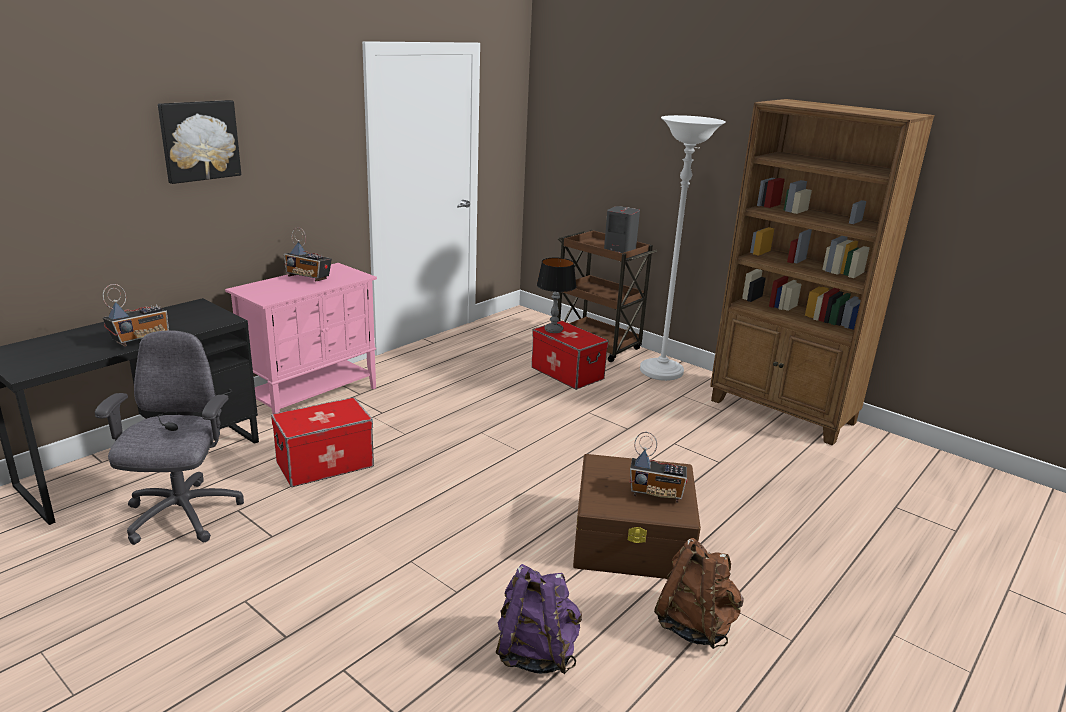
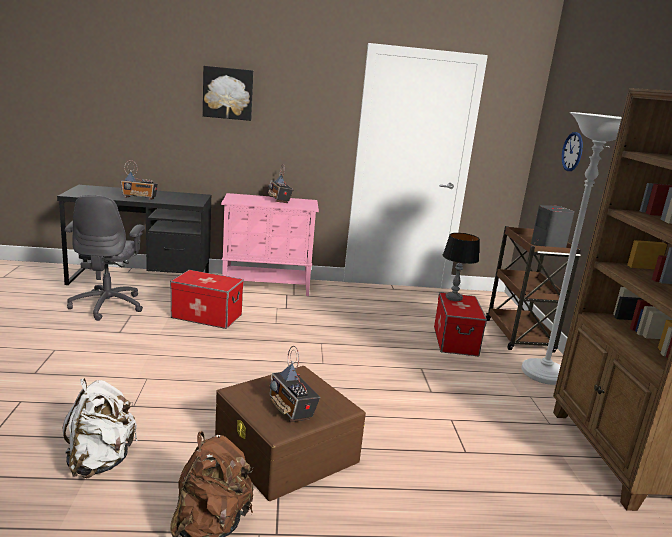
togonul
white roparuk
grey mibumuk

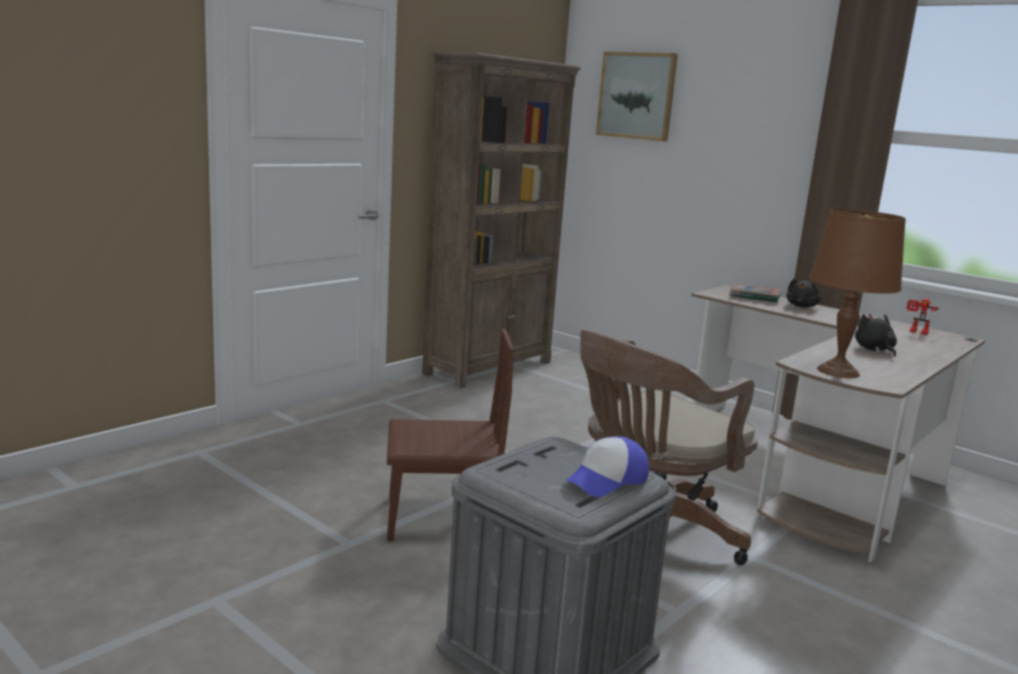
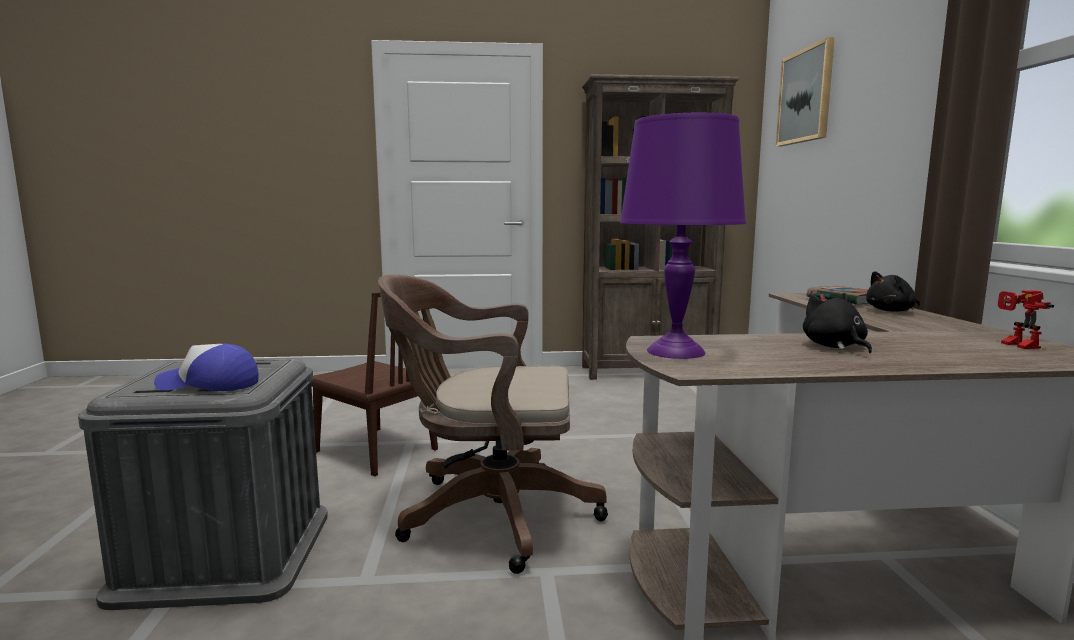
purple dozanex
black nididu (no. 1 from left)

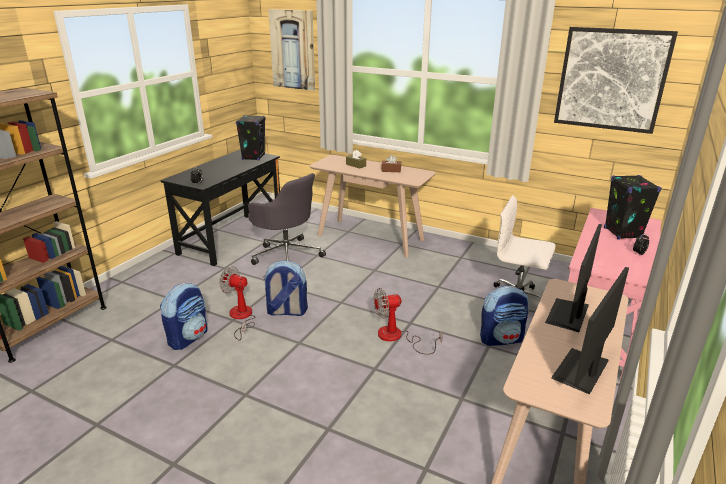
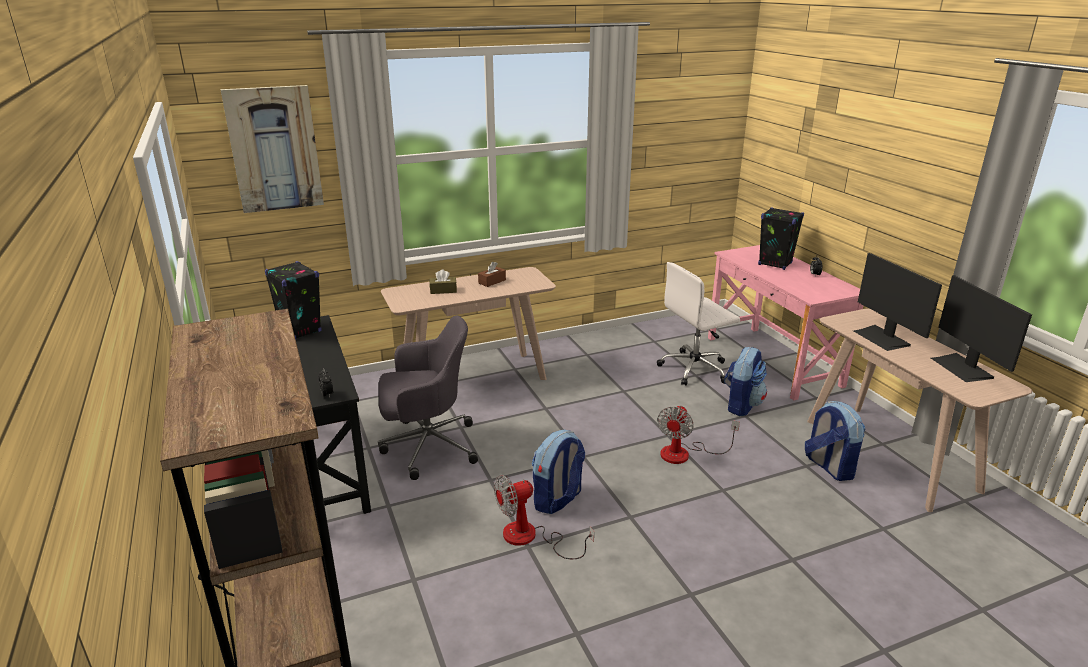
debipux (no. 2 from left in the first image)
roparuk (no. 3 from left)

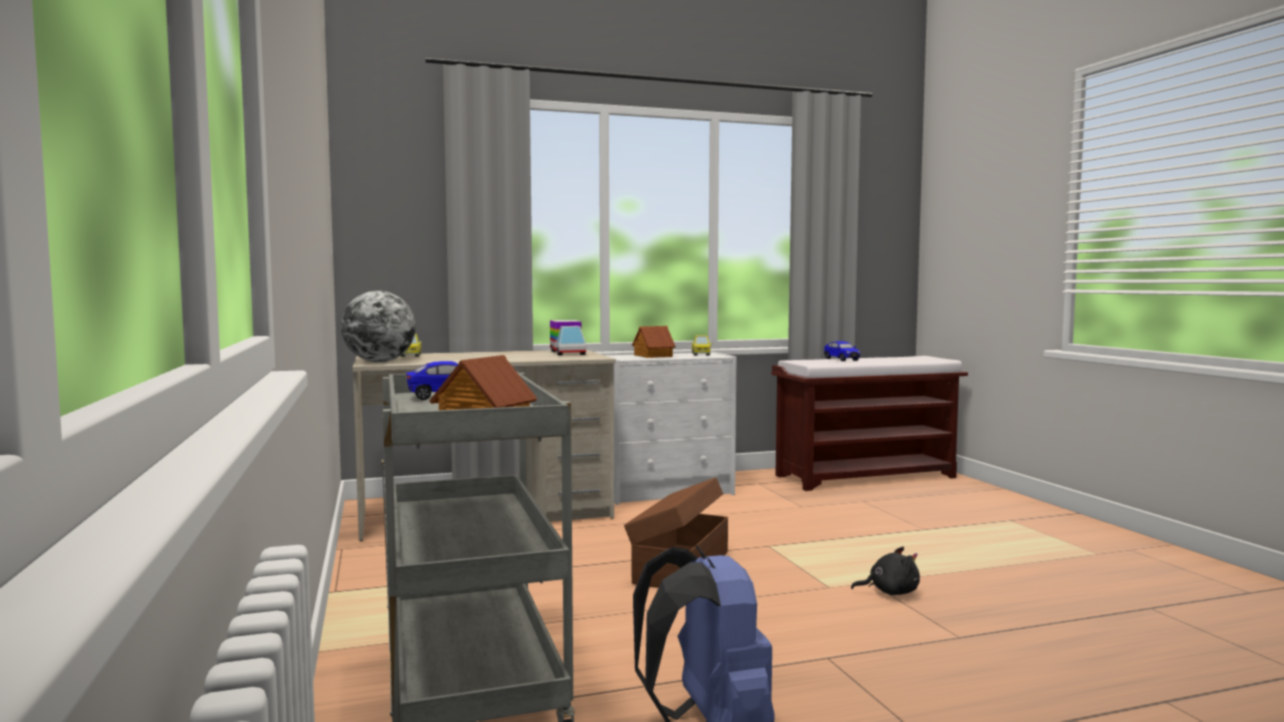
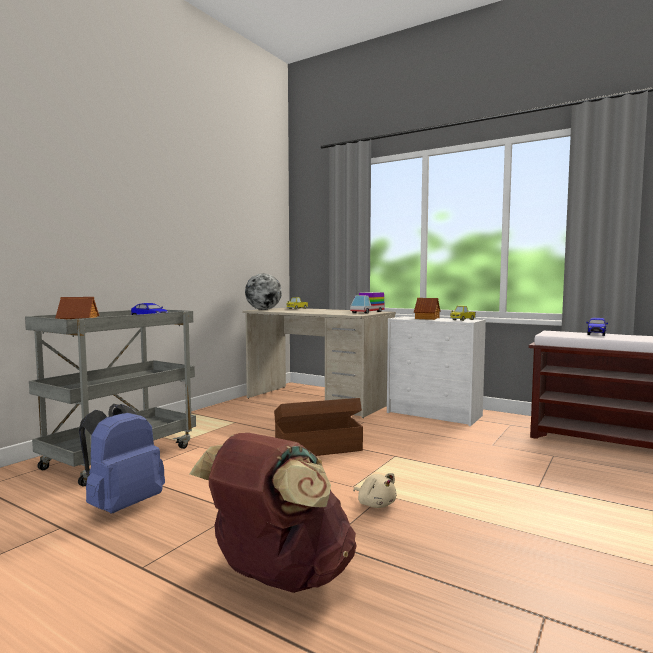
brown roparuk
beige nididu

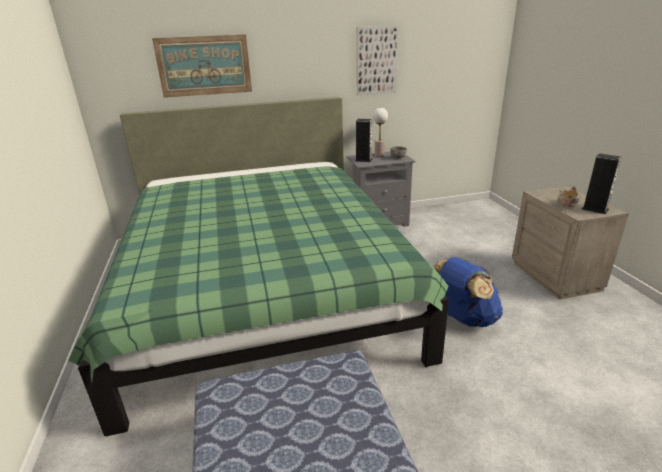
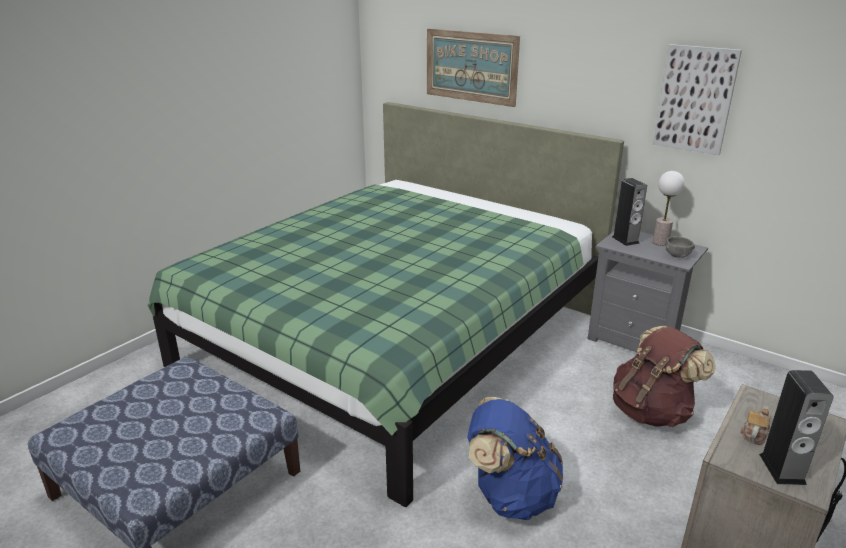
brown roparuk

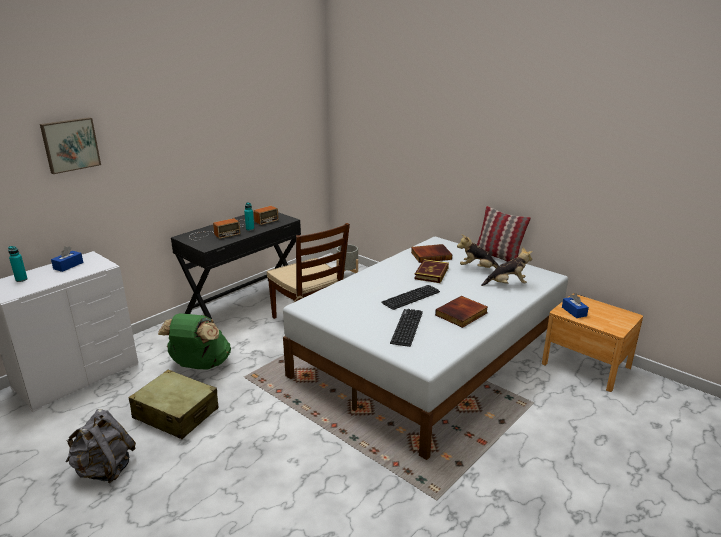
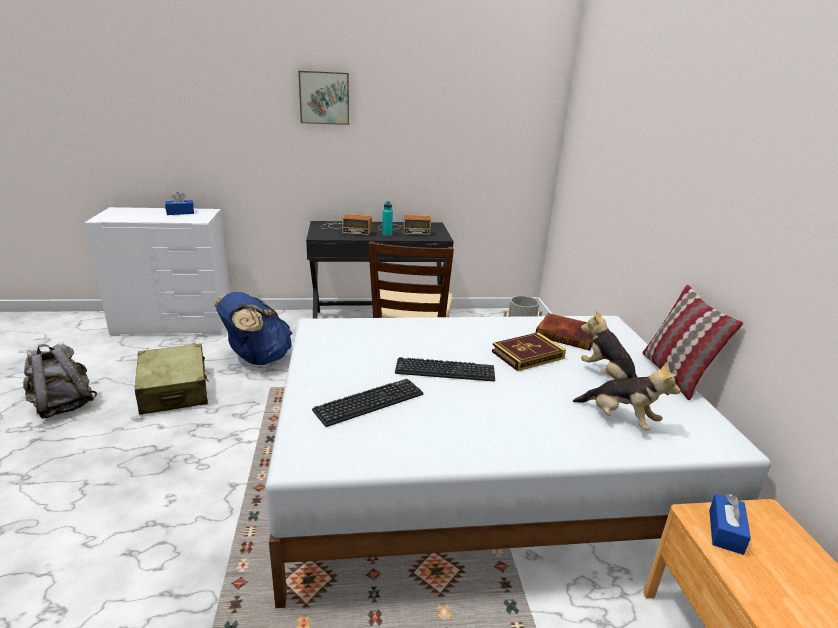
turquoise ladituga (no. 1 from left in the first image)
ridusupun (no. 3 from left in the first image)
debipux
blue roparuk

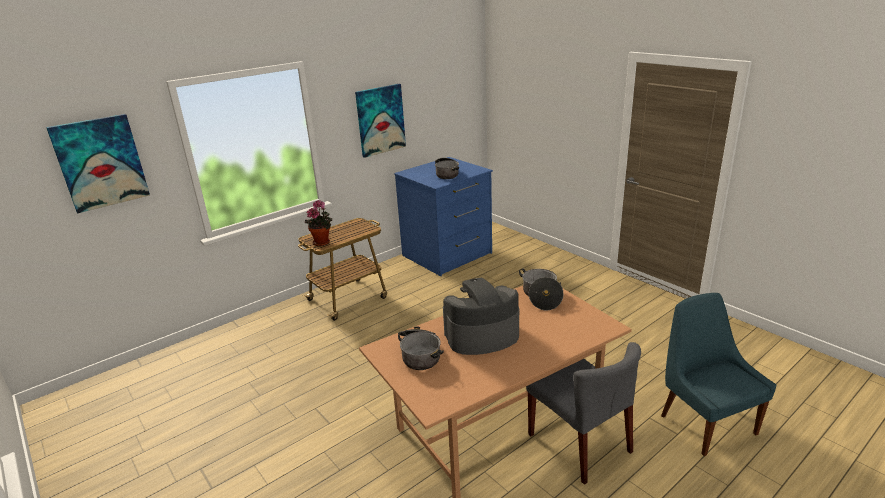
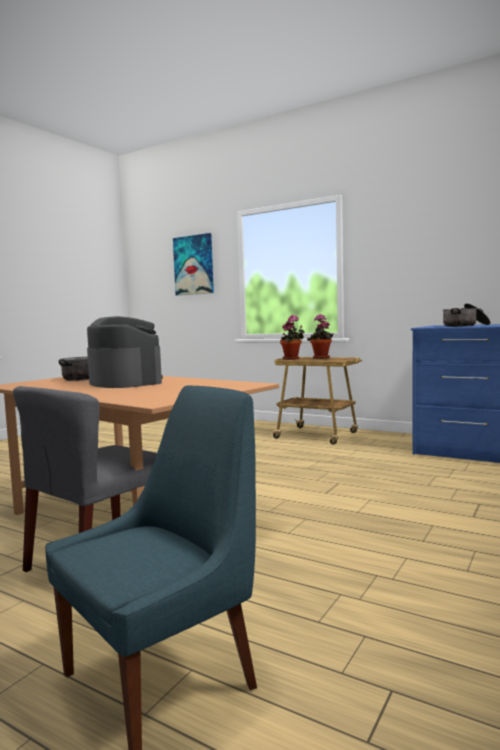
debipux (no. 2 from left in the first image)
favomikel (no. 3 from left in the first image)
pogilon (no. 2 from left)

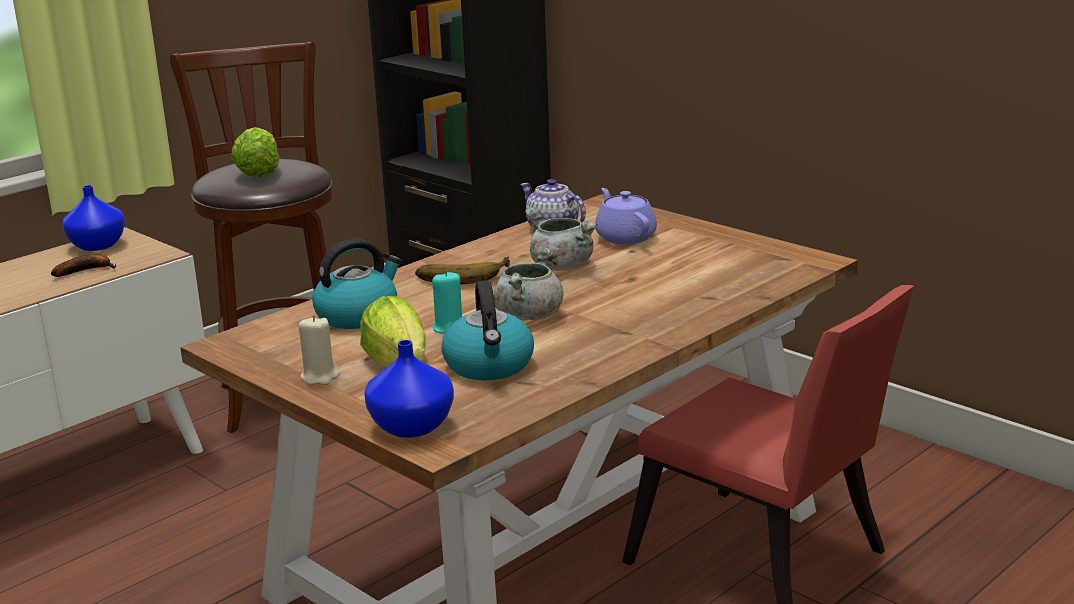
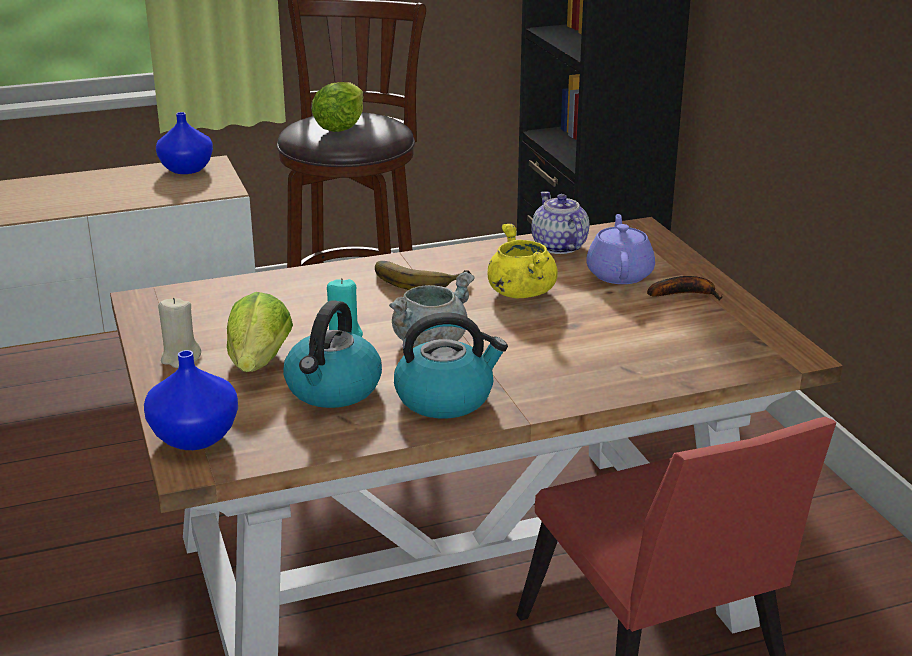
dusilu (no. 2 from left)
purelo (no. 2 from left)
yellow favomikel

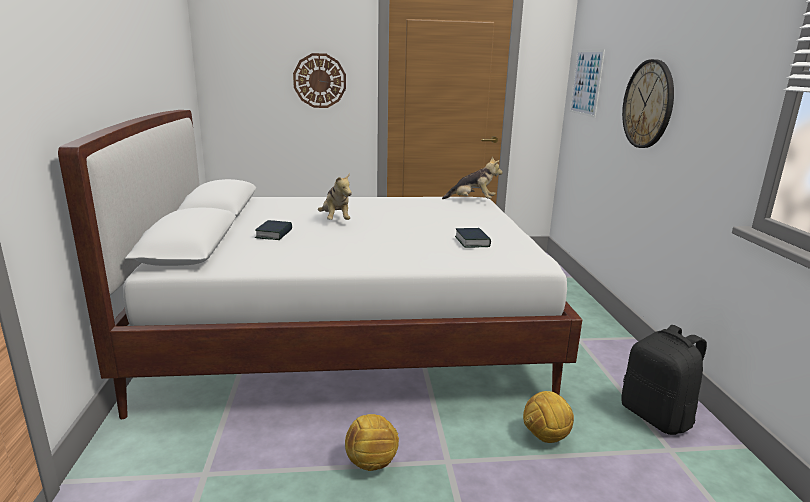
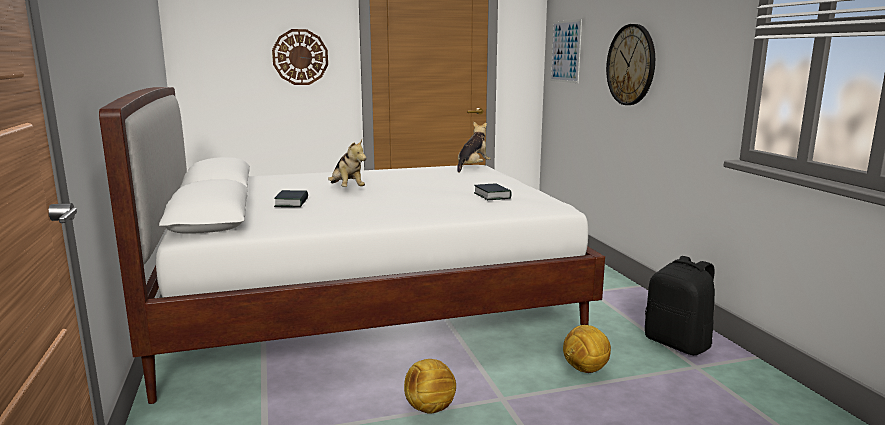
nididu (no. 2 from left)

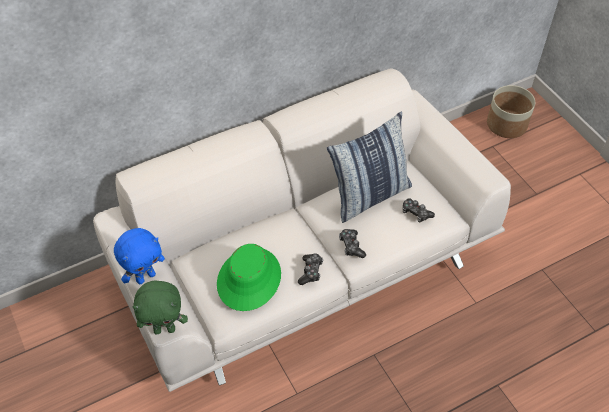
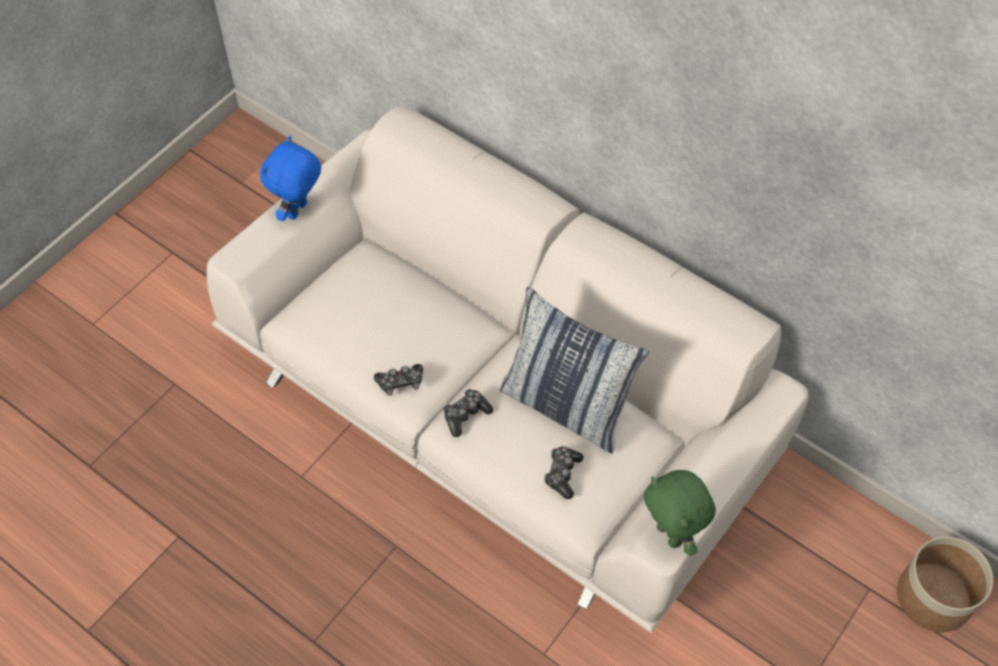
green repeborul
green nididu
blue nididu

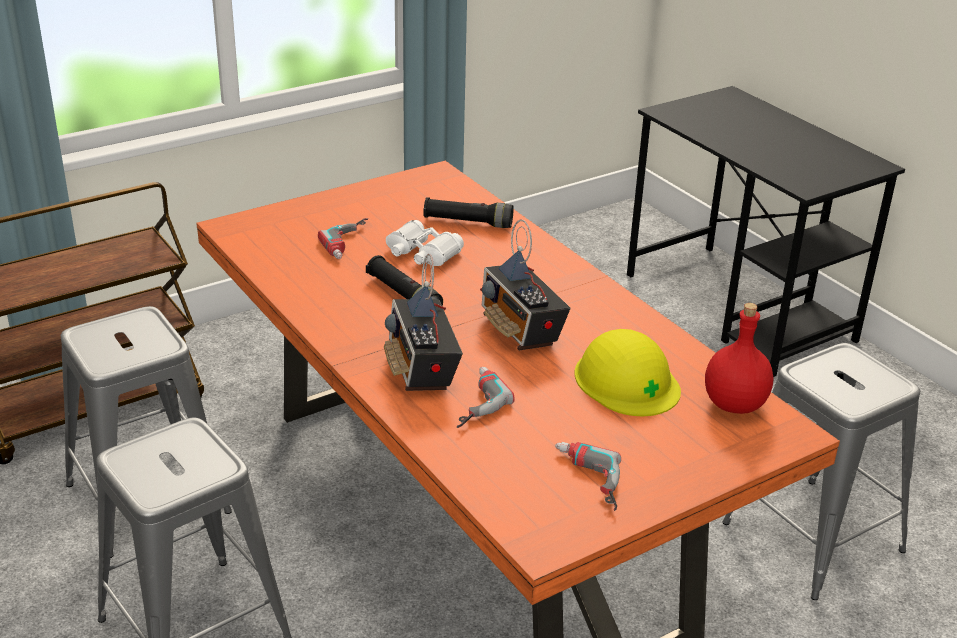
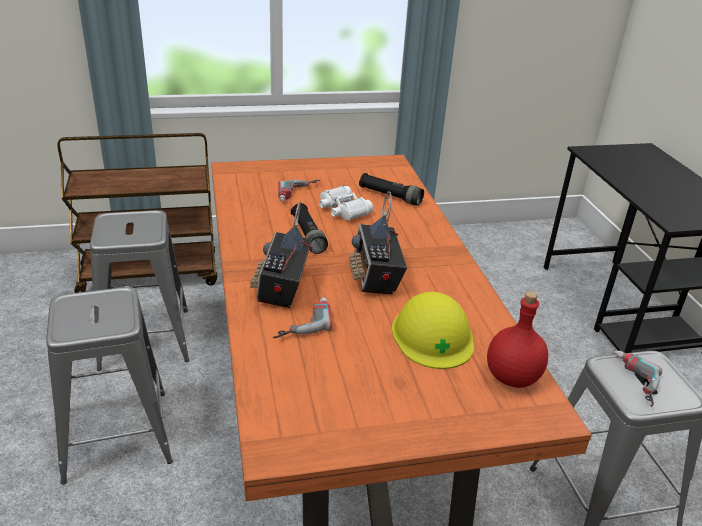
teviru (no. 3 from left)

